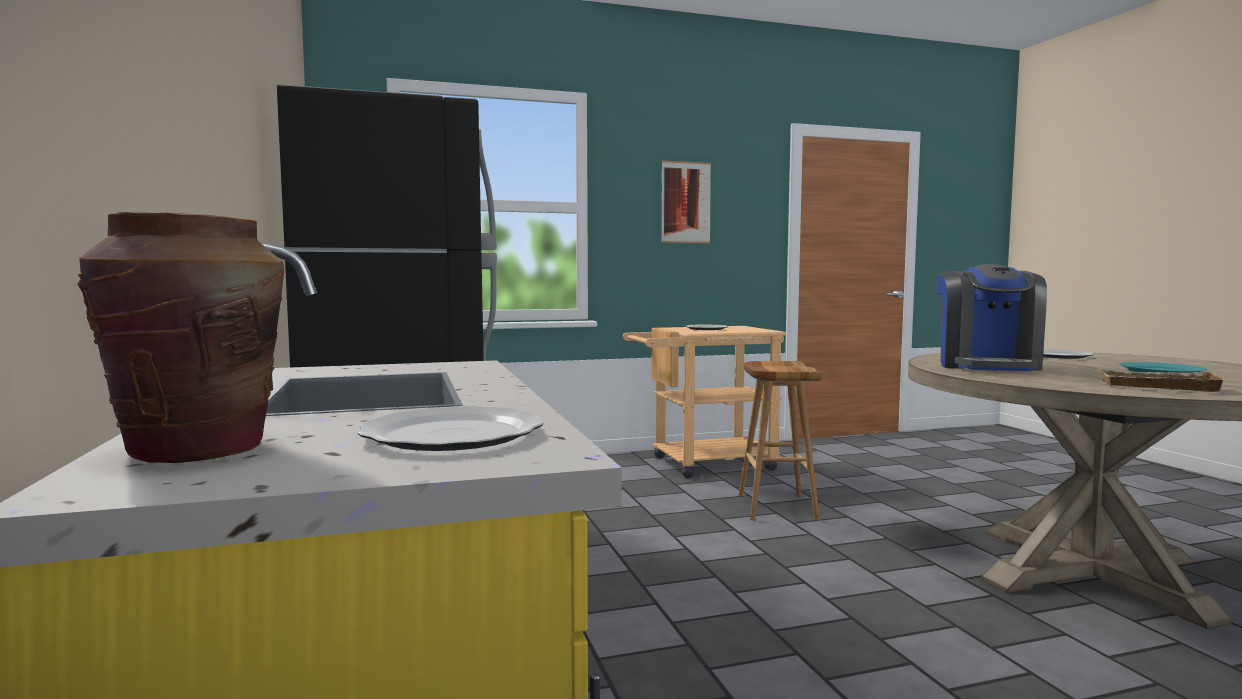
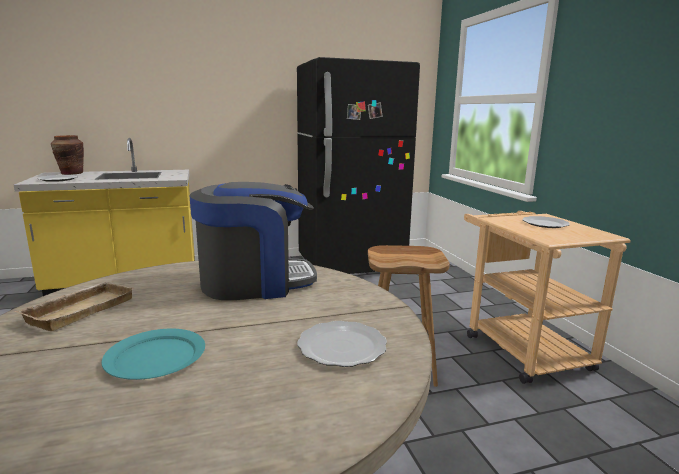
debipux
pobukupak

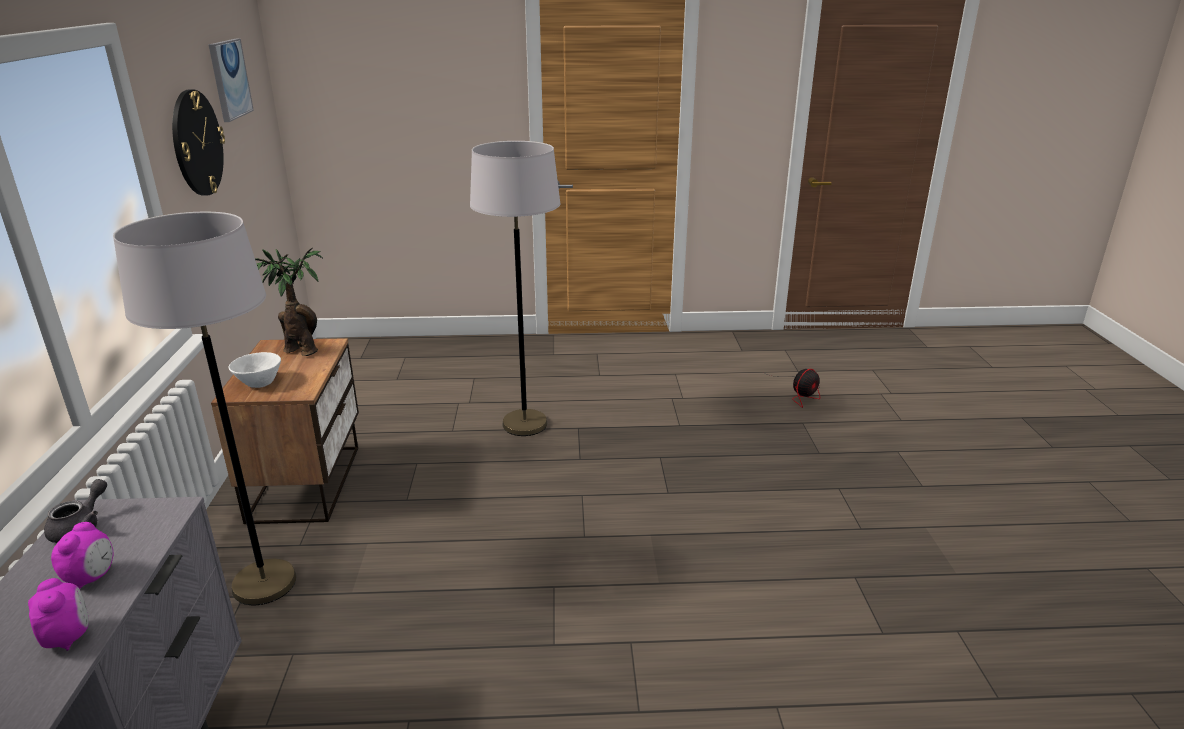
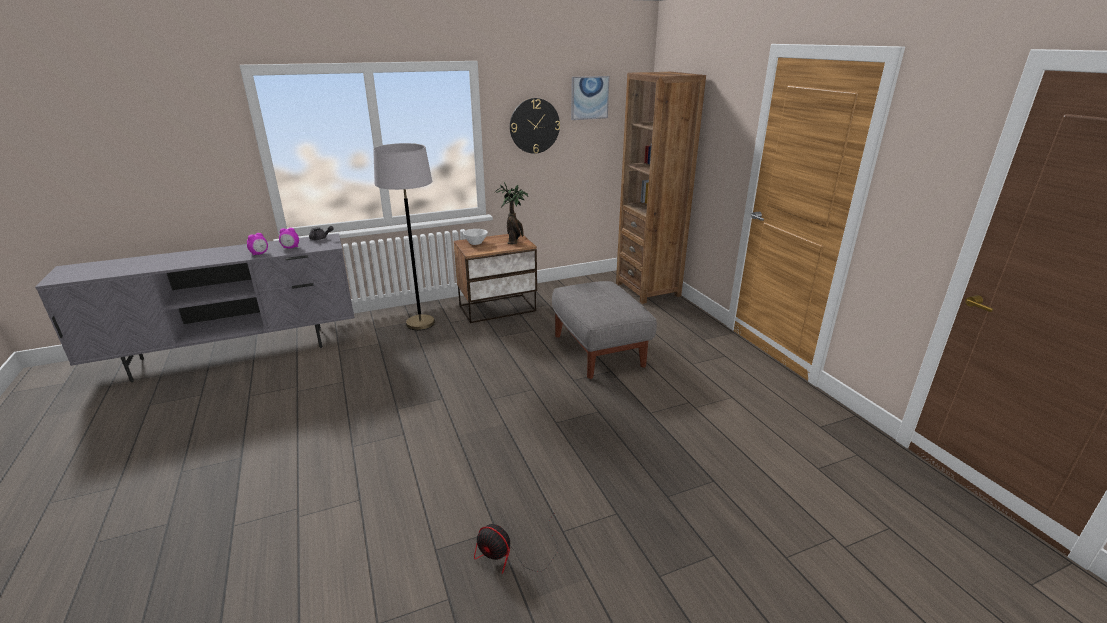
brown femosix
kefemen
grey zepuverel

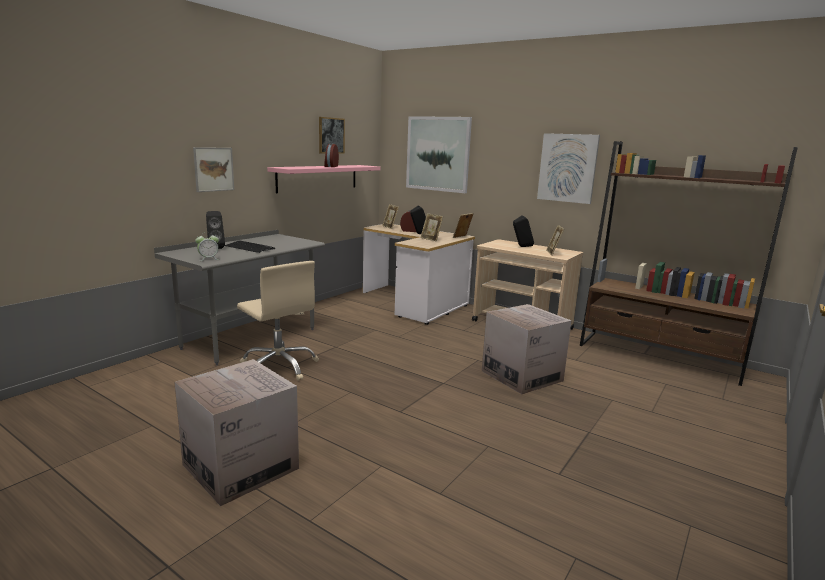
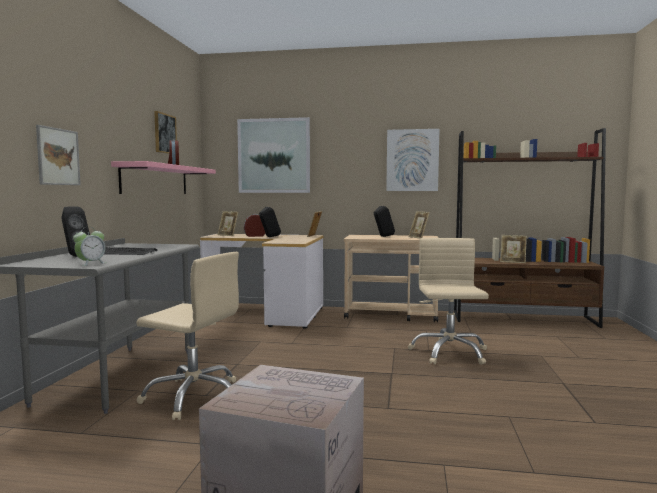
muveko (no. 4 from left)
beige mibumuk (no. 2 from left)

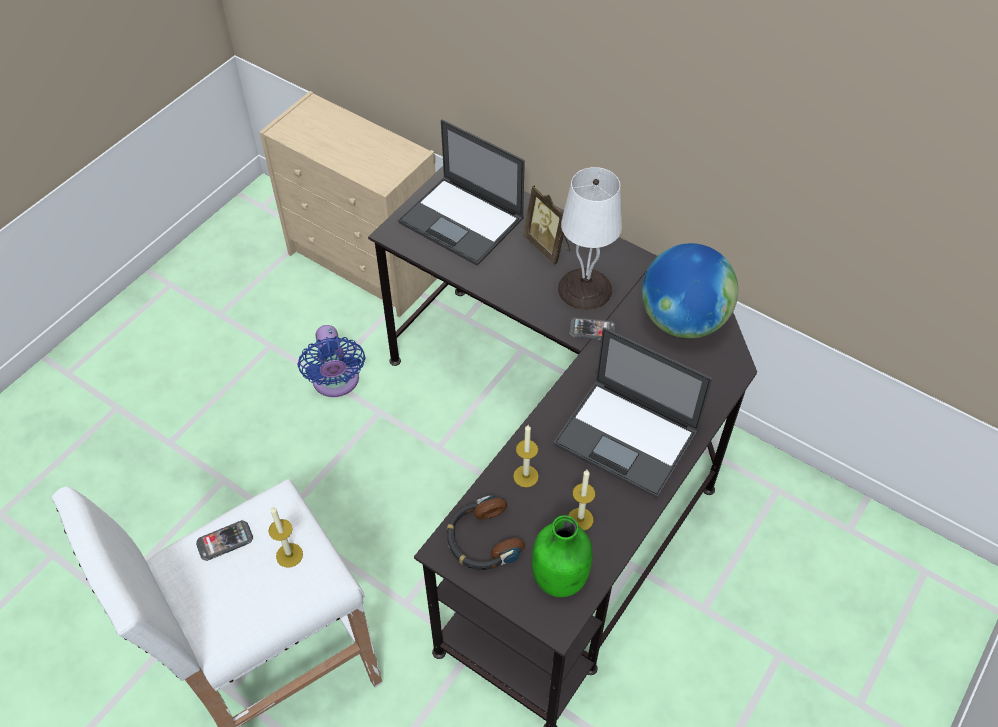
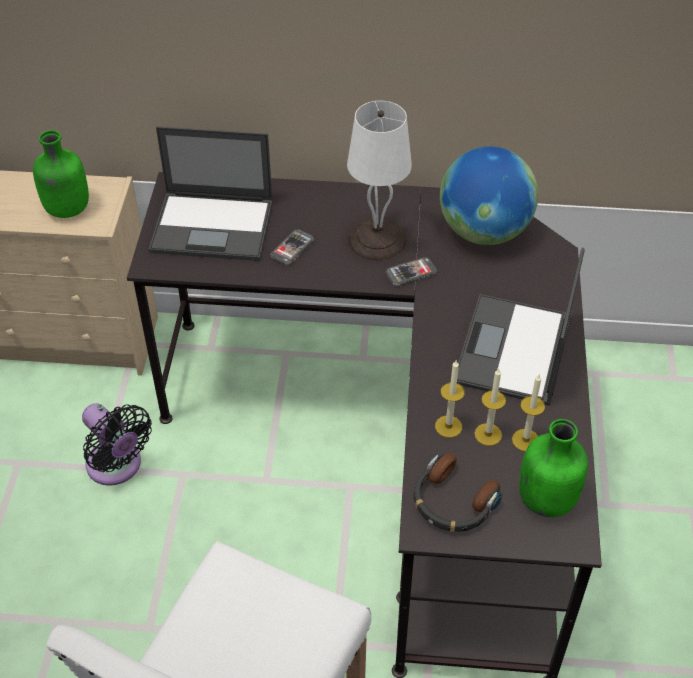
muveko
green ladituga (no. 1 from left)
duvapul (no. 1 from left)
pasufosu (no. 2 from left)
black kefemen
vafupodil (no. 2 from left)

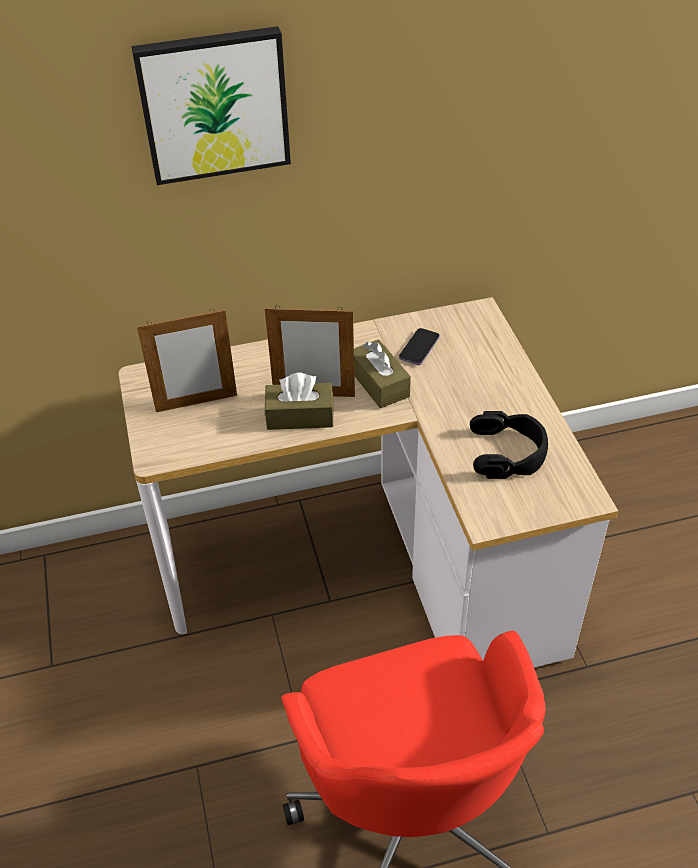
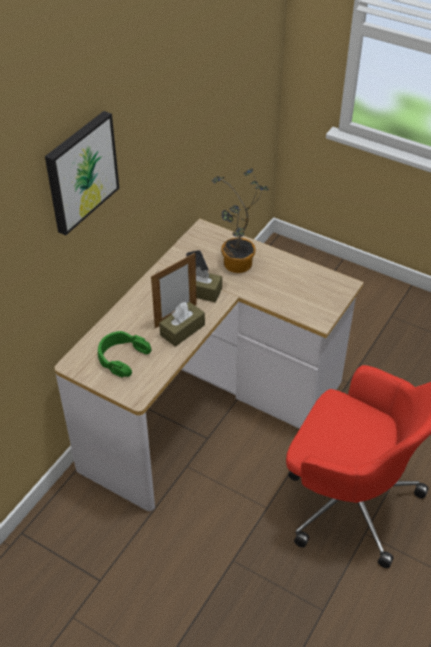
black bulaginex
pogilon
green bulaginex

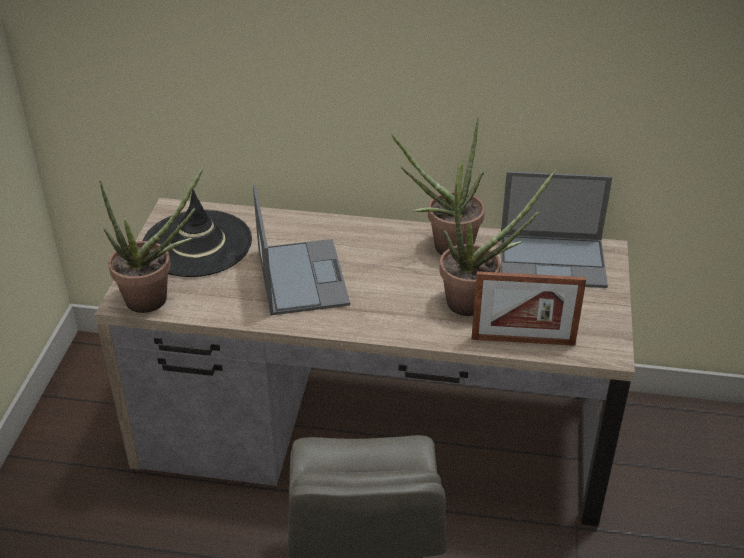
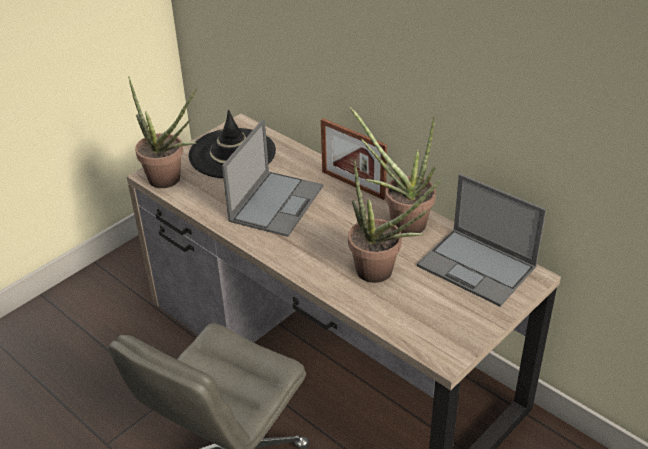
muveko

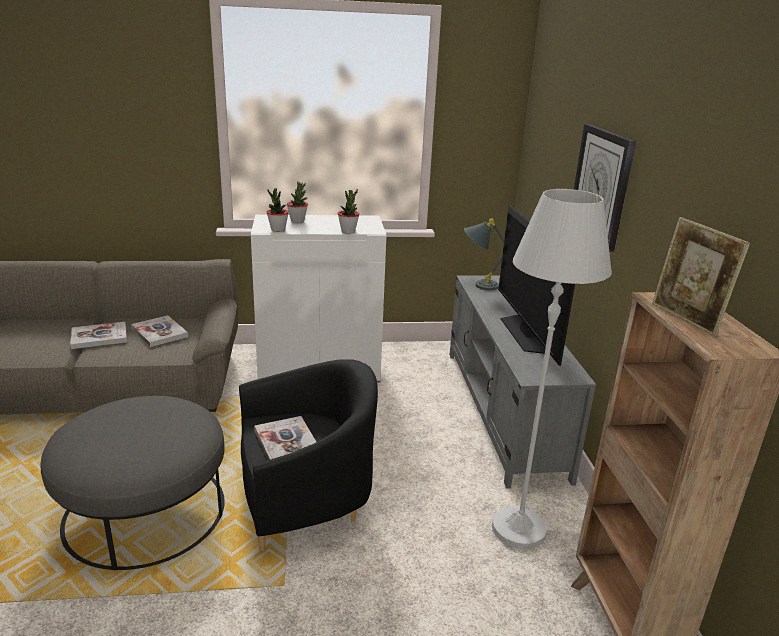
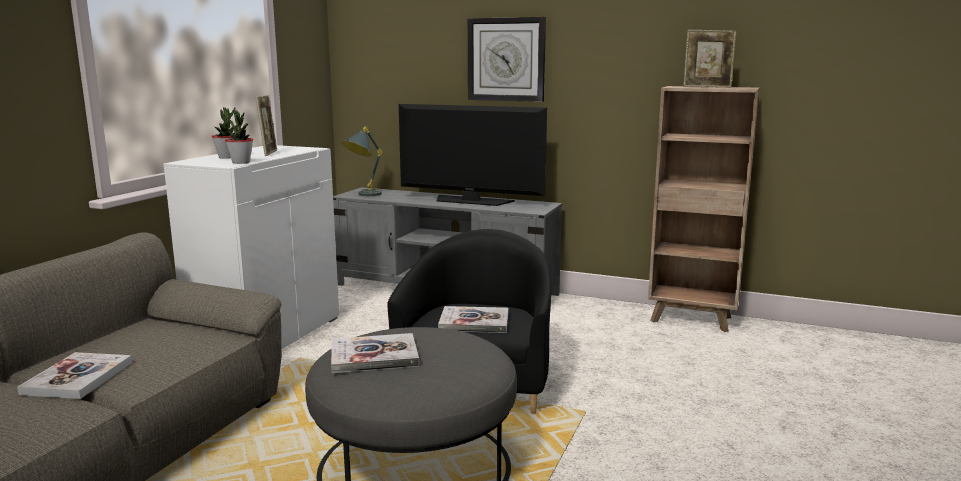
pogilon (no. 3 from left in the first image)
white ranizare
muveko (no. 1 from left)
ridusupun (no. 2 from left)

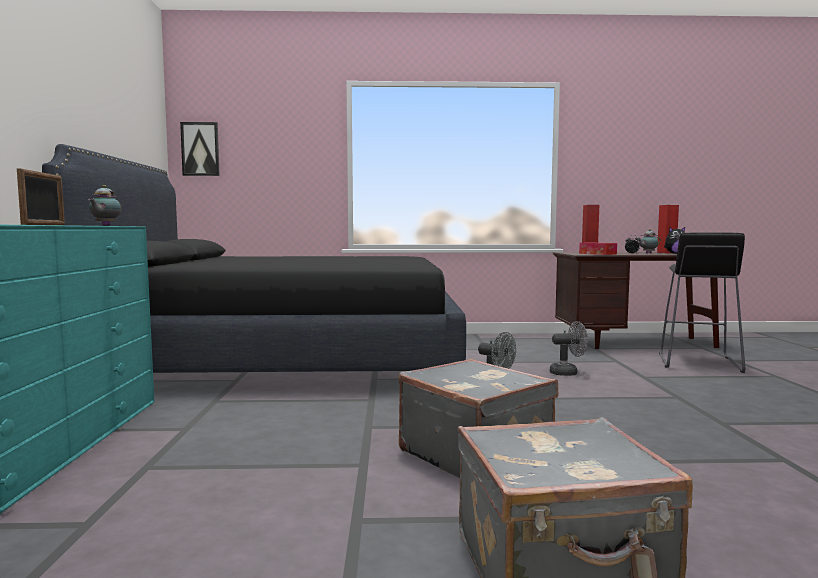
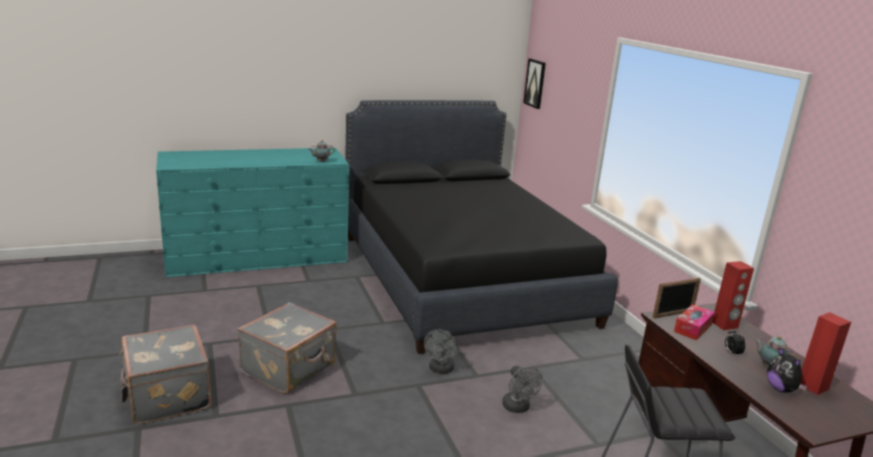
muveko

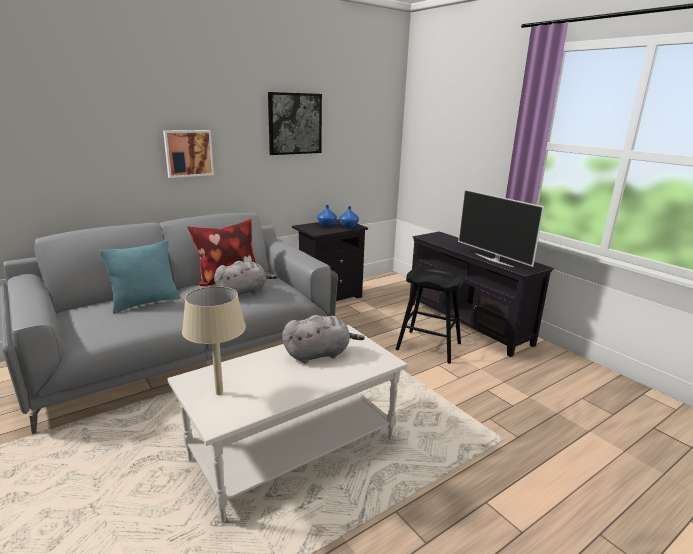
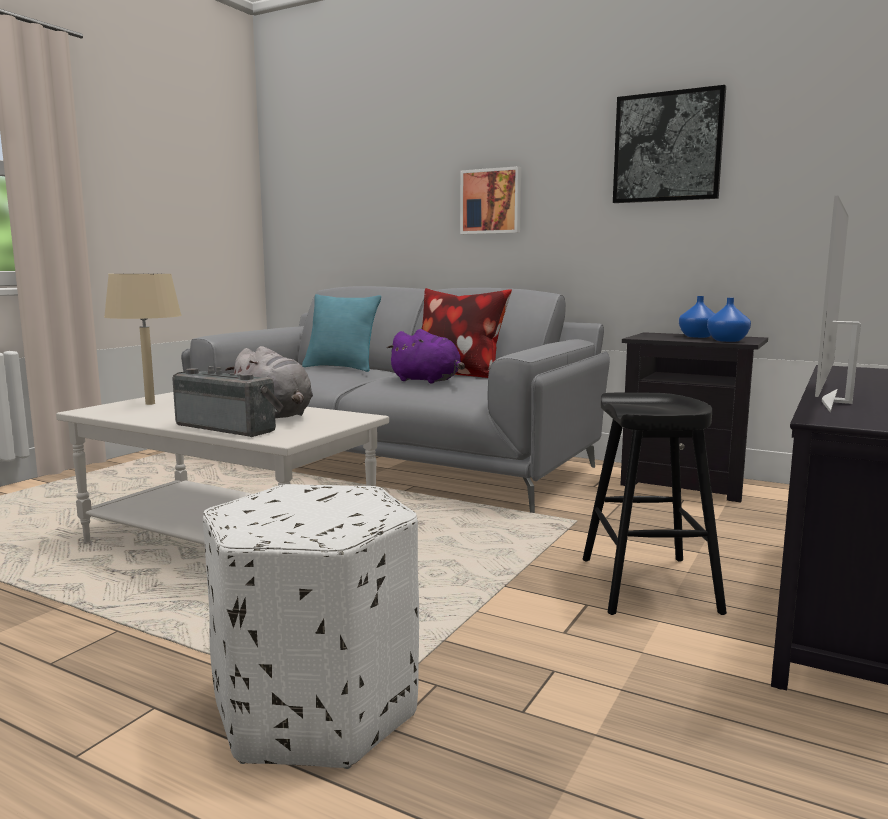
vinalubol
white zepuverel
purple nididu

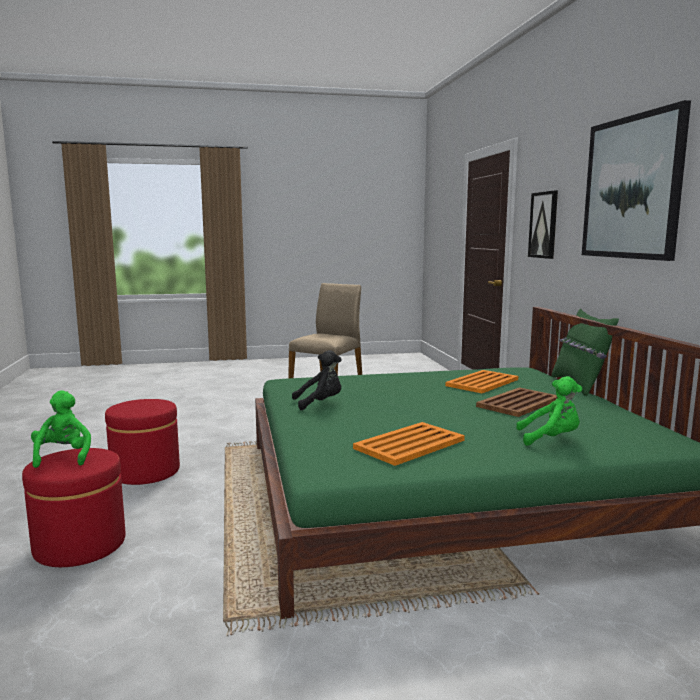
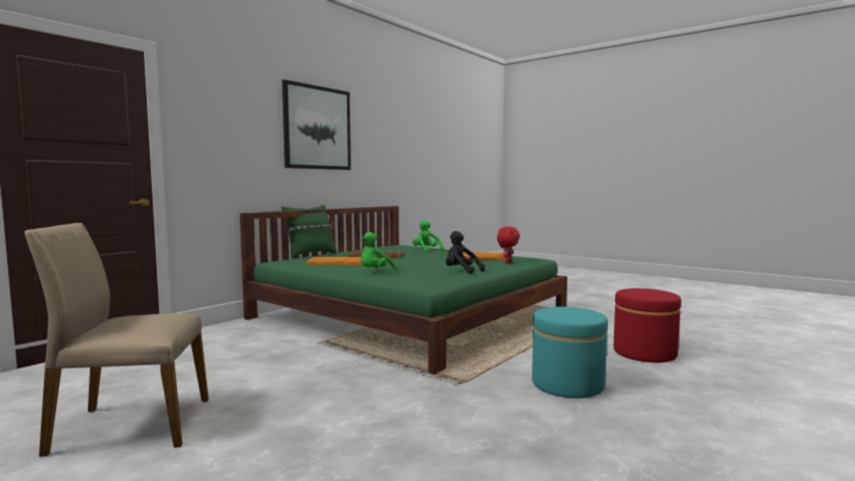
debipux (no. 1 from left in the first image)
red nididu
green nididu (no. 1 from left)
turquoise zepuverel

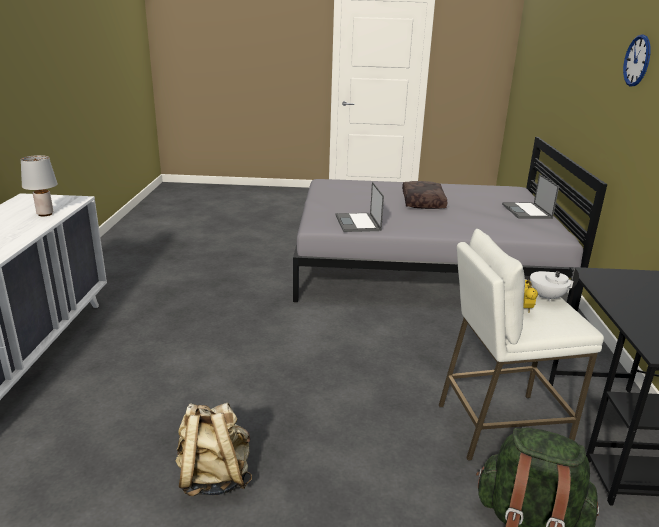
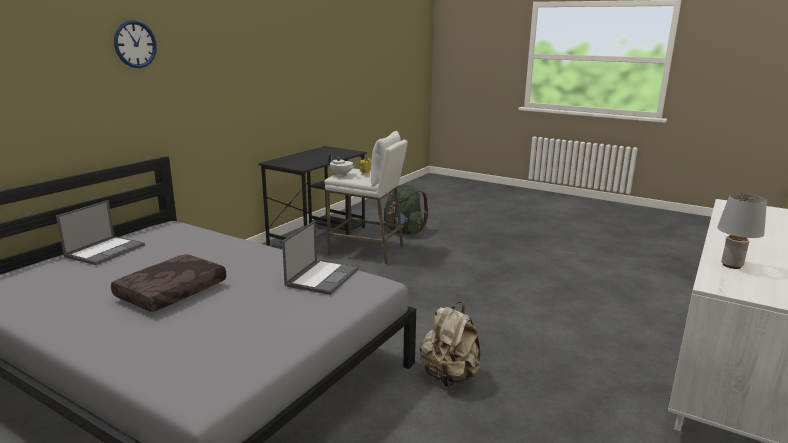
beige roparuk

